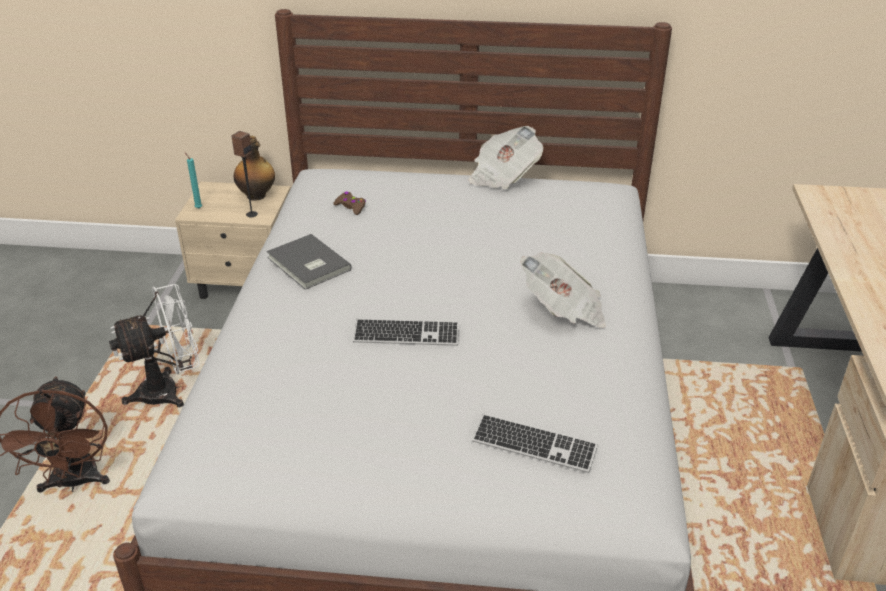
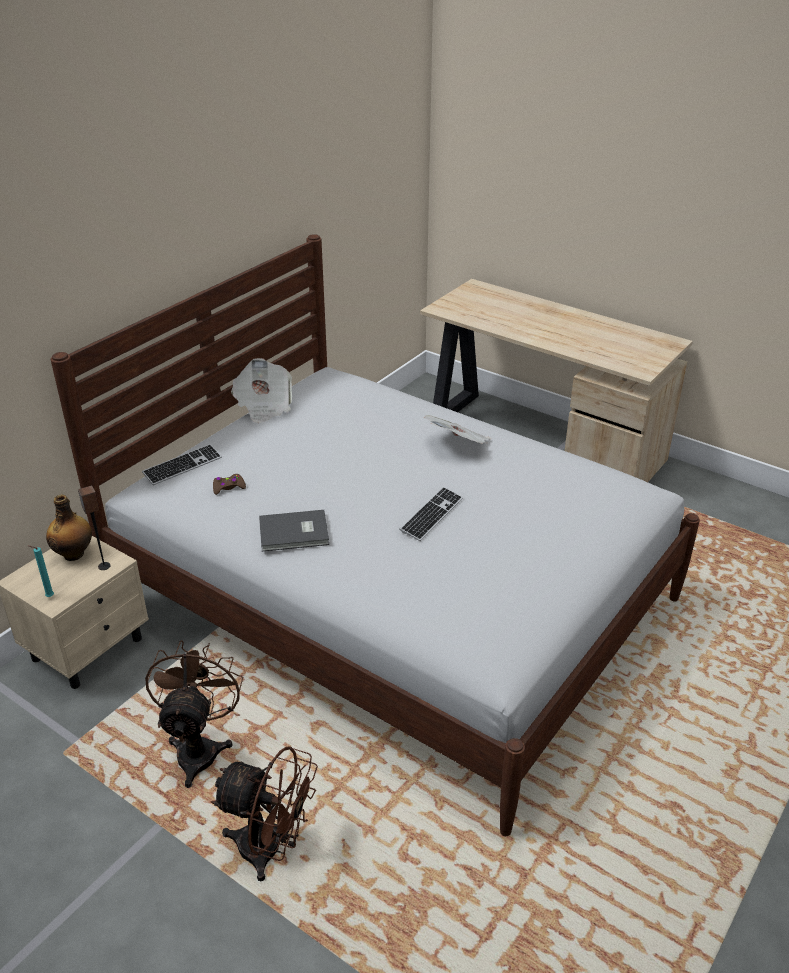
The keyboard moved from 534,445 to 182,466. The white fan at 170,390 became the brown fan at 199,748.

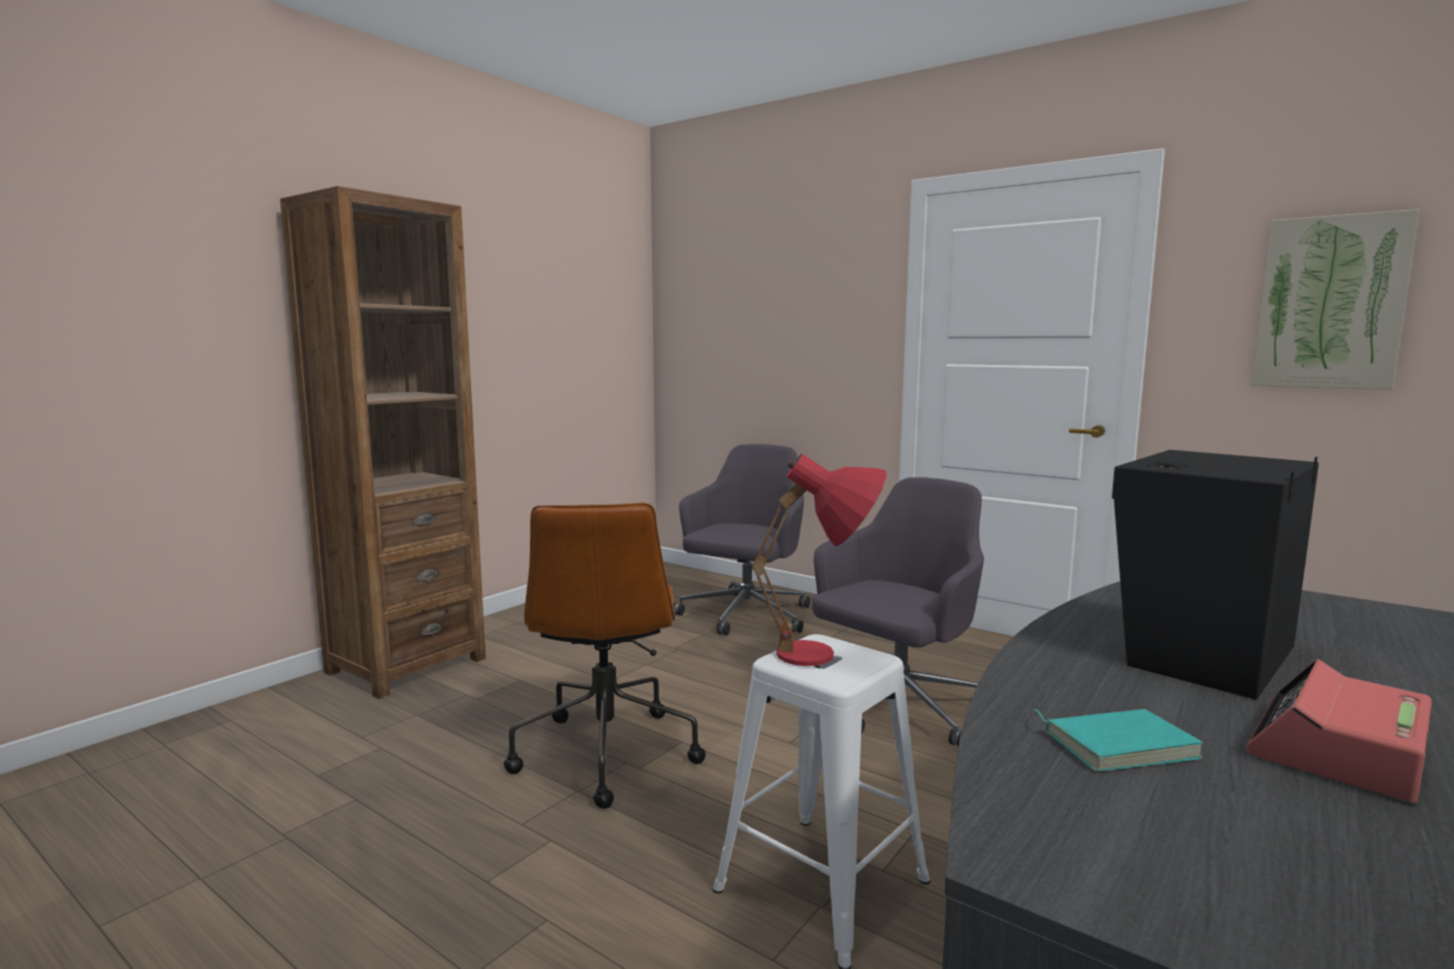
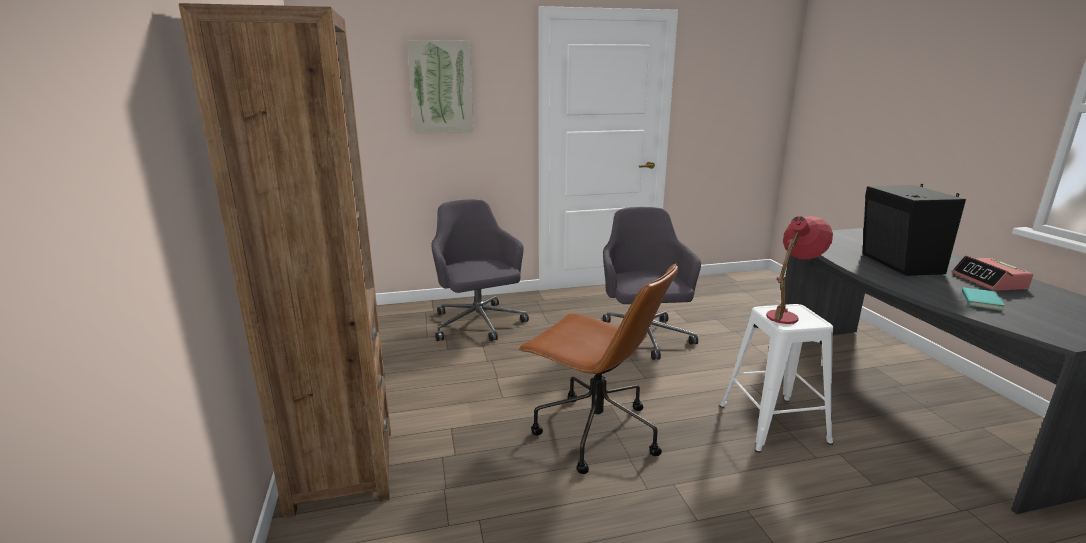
The picture moved from 1330,303 to 441,87.

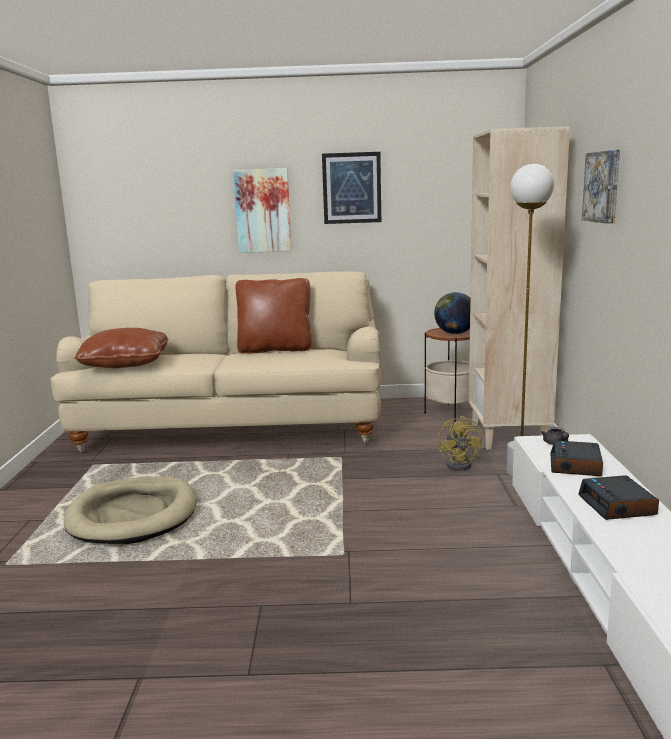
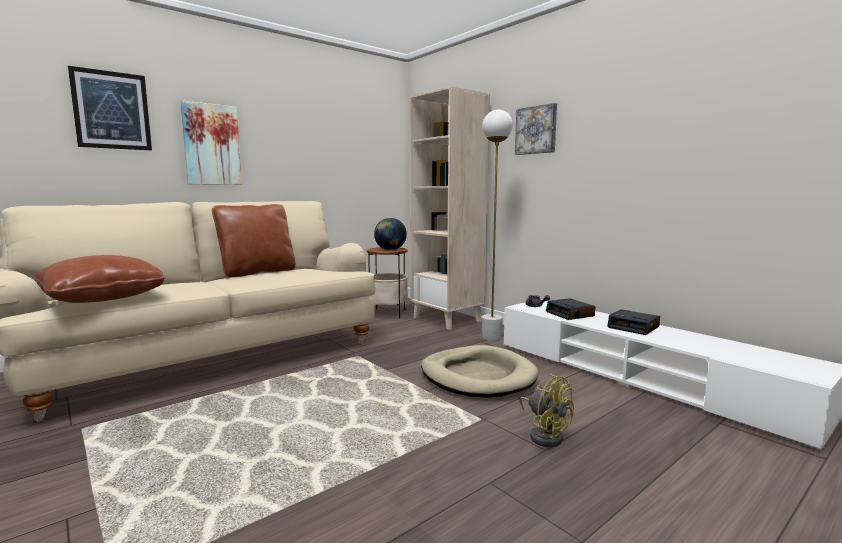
The picture moved from 351,188 to 111,110. The beige dog bed moved from 133,515 to 477,376. The yellow fan moved from 462,464 to 545,435.

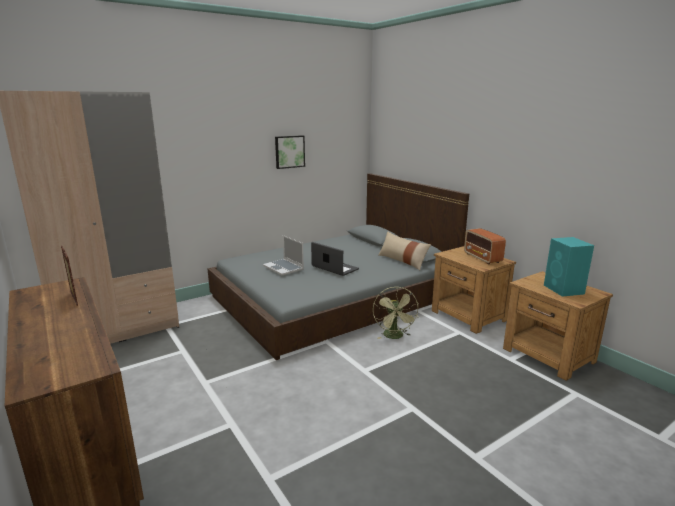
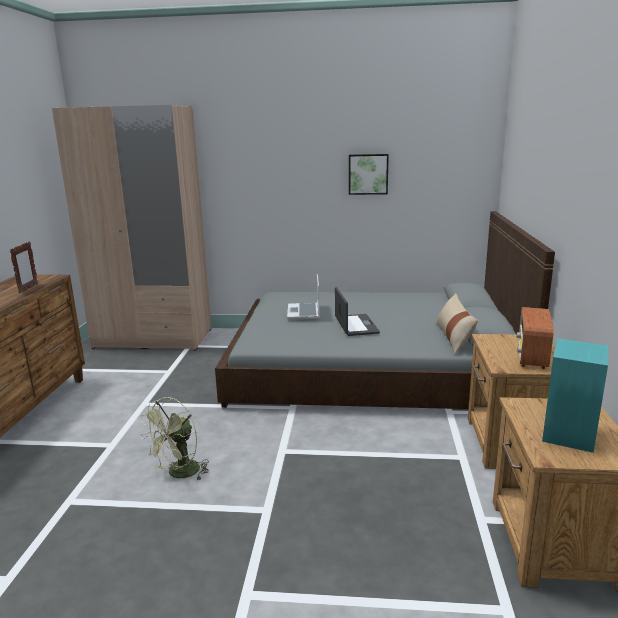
The green fan moved from 395,337 to 179,474.

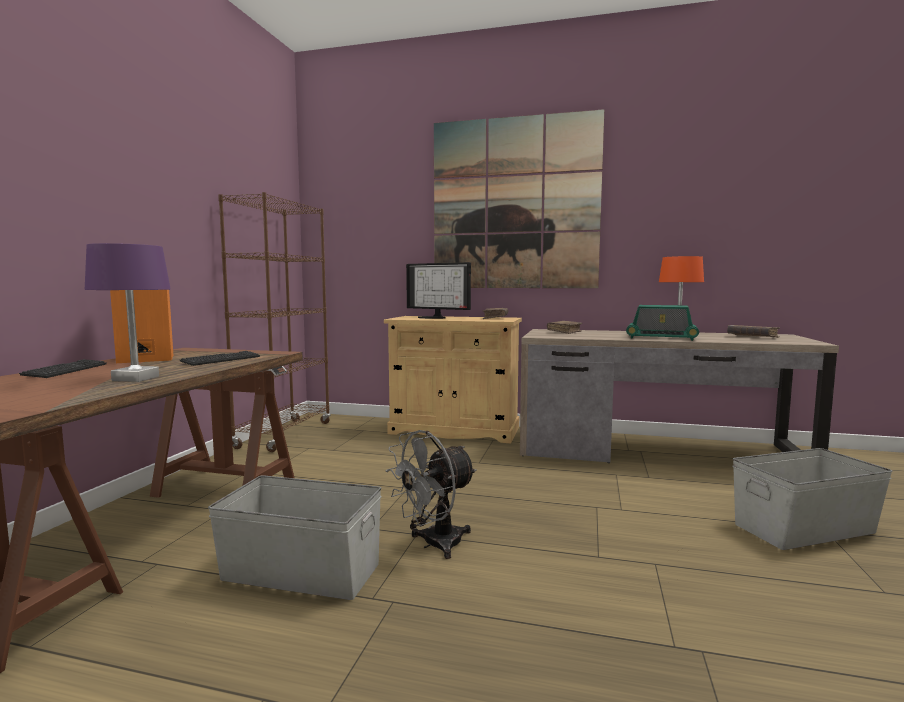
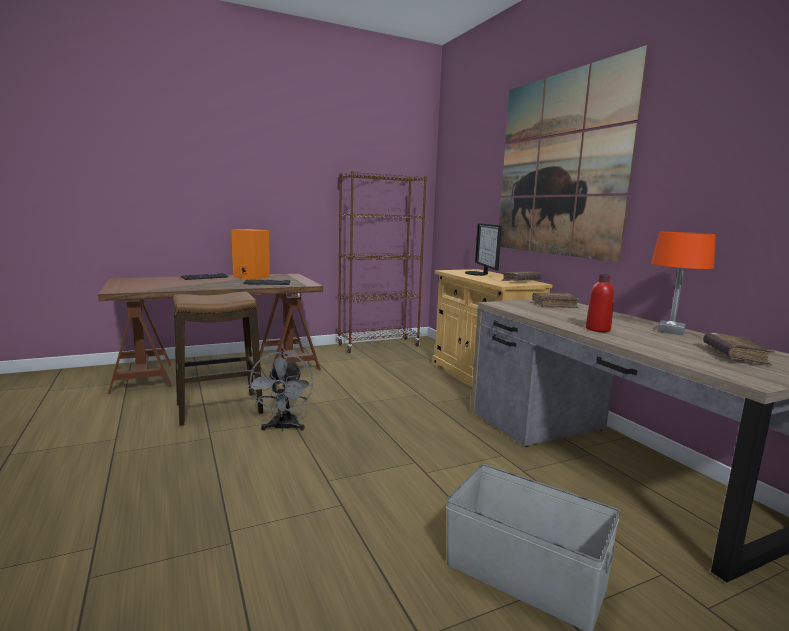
The grey storage box at 301,572 was replaced by the stool at 219,409. The grey fan at 434,544 turned 105 degrees counterclockwise. The radio at 661,338 was replaced by the red bottle at 598,329. The purple table lamp at 136,378 disappeared.

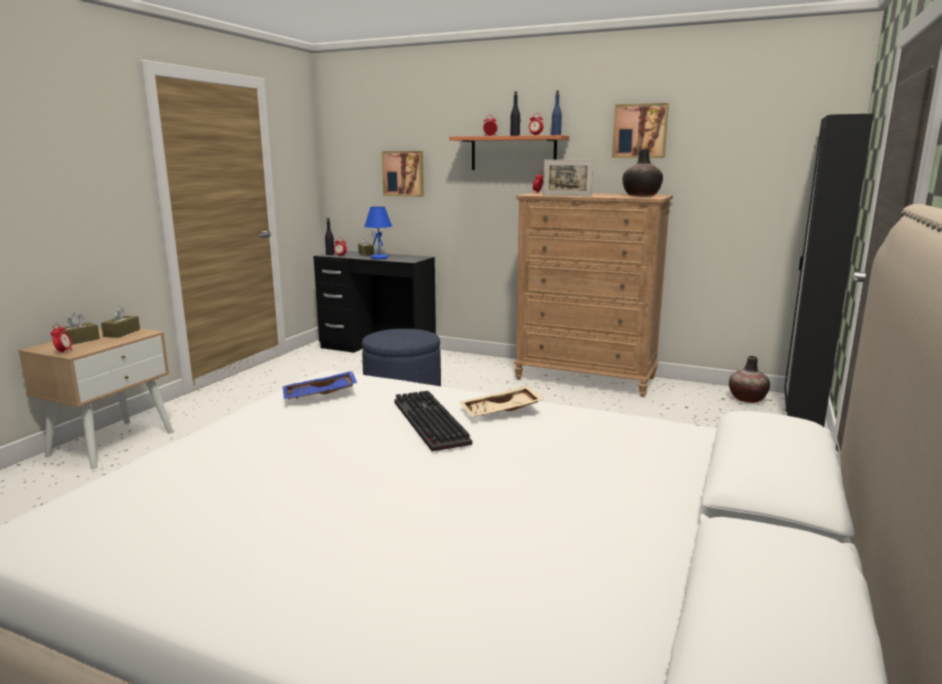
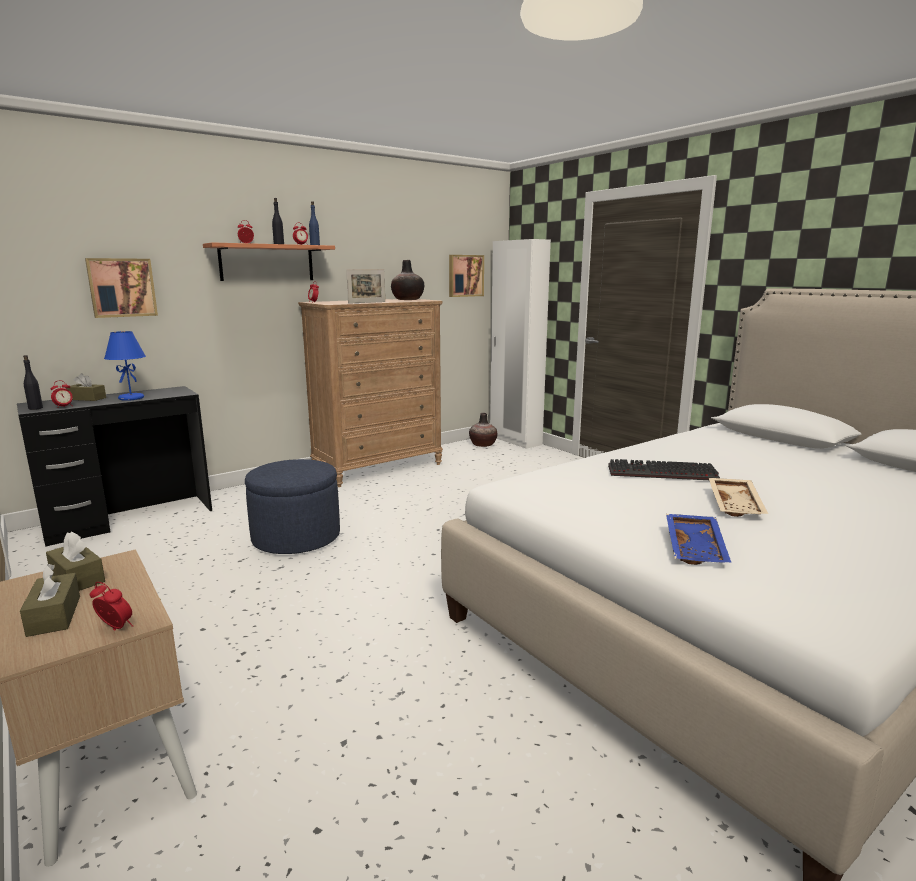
The picture moved from 640,131 to 465,275. The black wardrobe at 801,410 became the white wardrobe at 515,440. The blue tray moved from 320,395 to 696,548. The beige tray moved from 501,412 to 736,505.

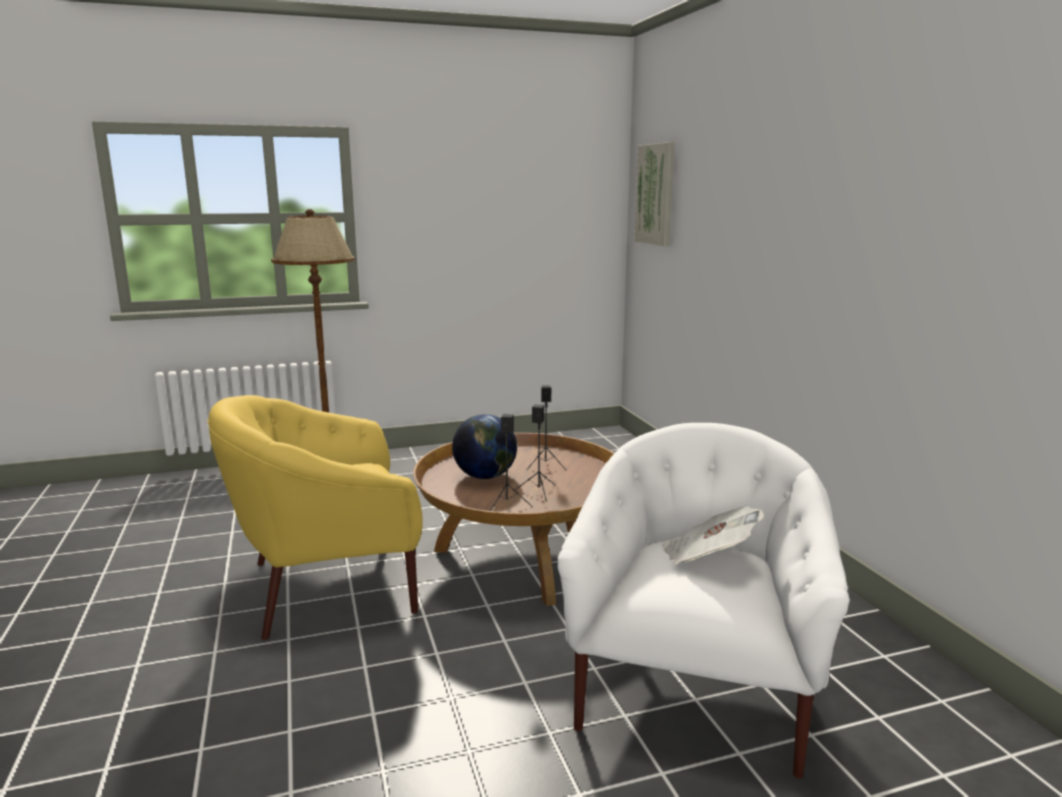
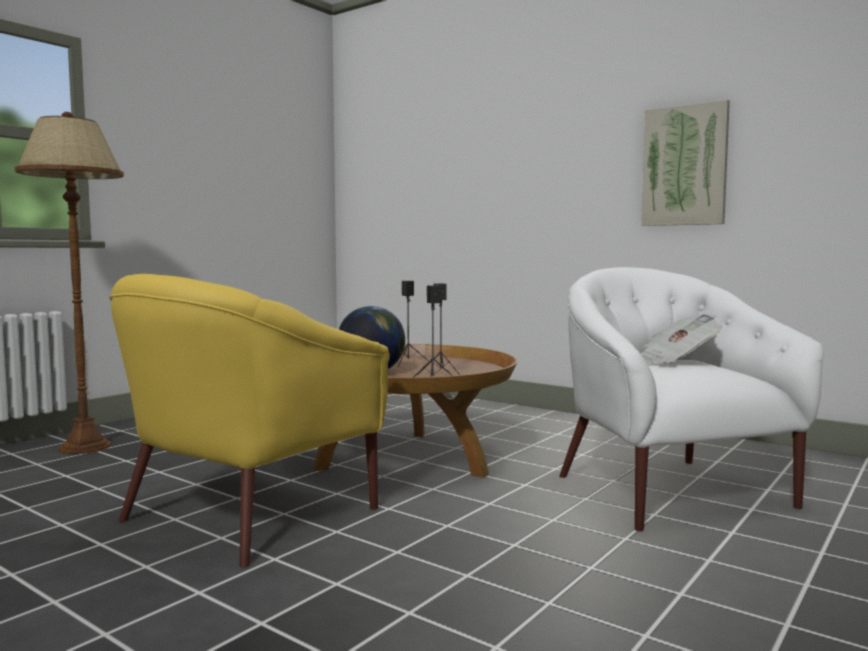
The picture moved from 656,194 to 684,166.

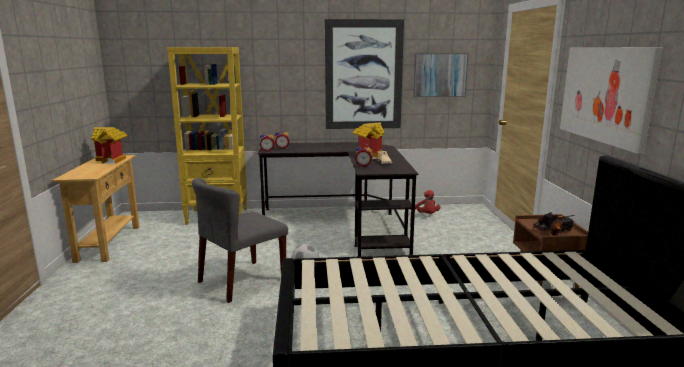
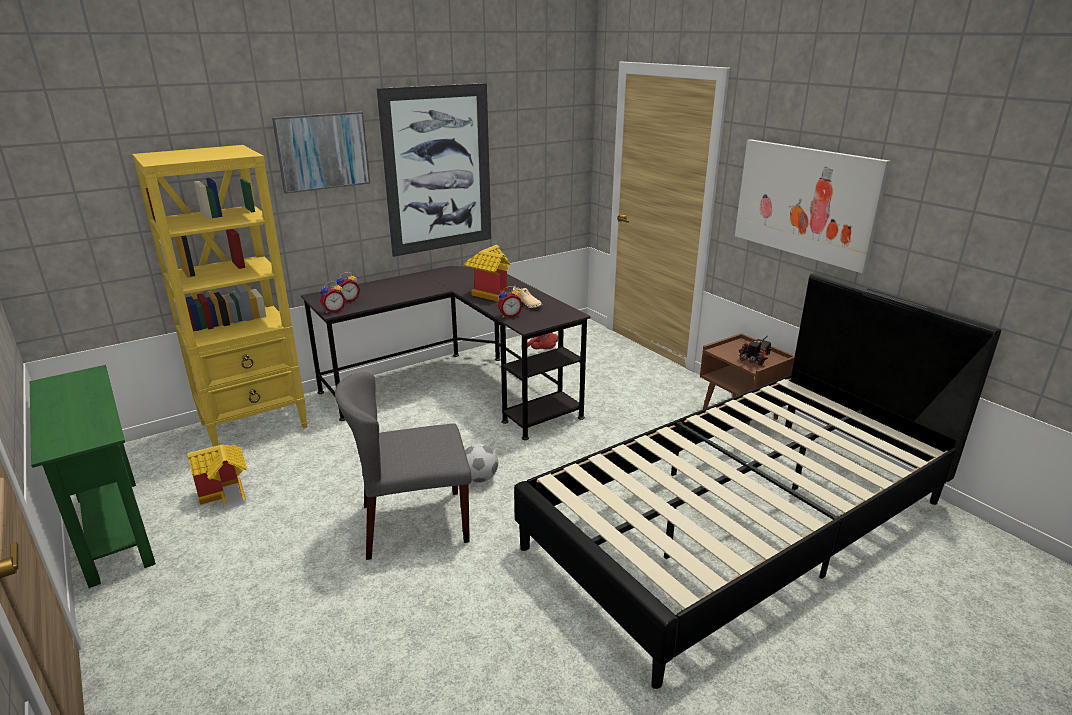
The beige console table at 109,243 became the green console table at 114,529. The toy house moved from 112,160 to 228,494. The picture moved from 440,75 to 322,151. The grey chair at 242,281 turned 60 degrees clockwise.

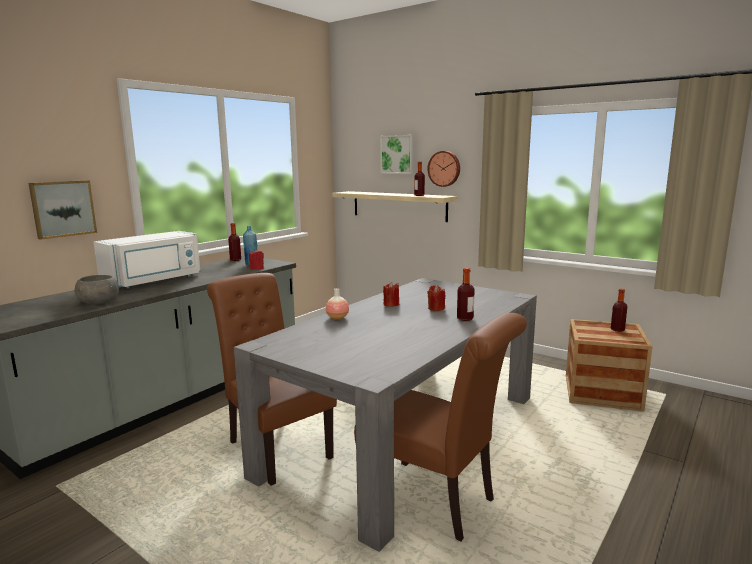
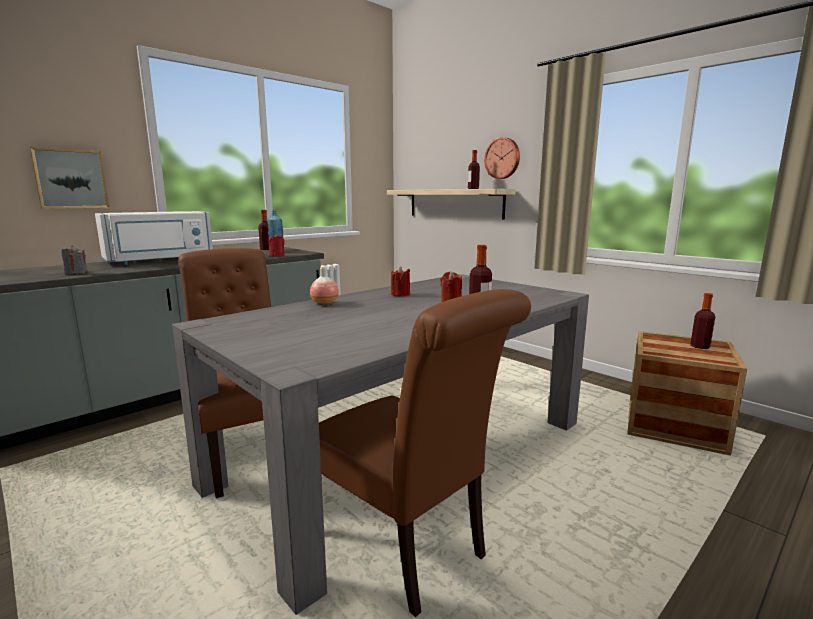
The grey bowl at 99,302 was replaced by the grey candle at 76,273. The picture at 398,154 disappeared.

